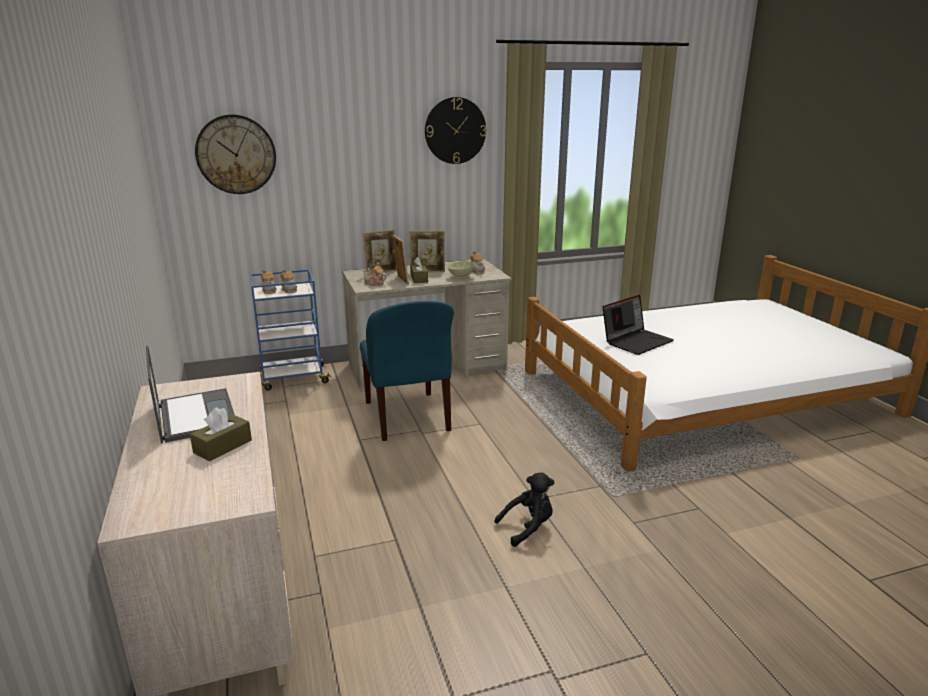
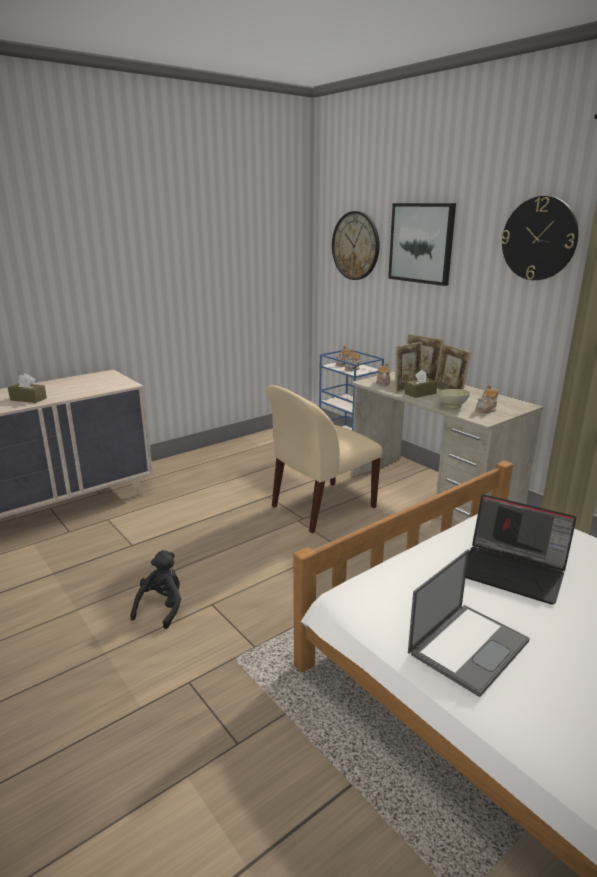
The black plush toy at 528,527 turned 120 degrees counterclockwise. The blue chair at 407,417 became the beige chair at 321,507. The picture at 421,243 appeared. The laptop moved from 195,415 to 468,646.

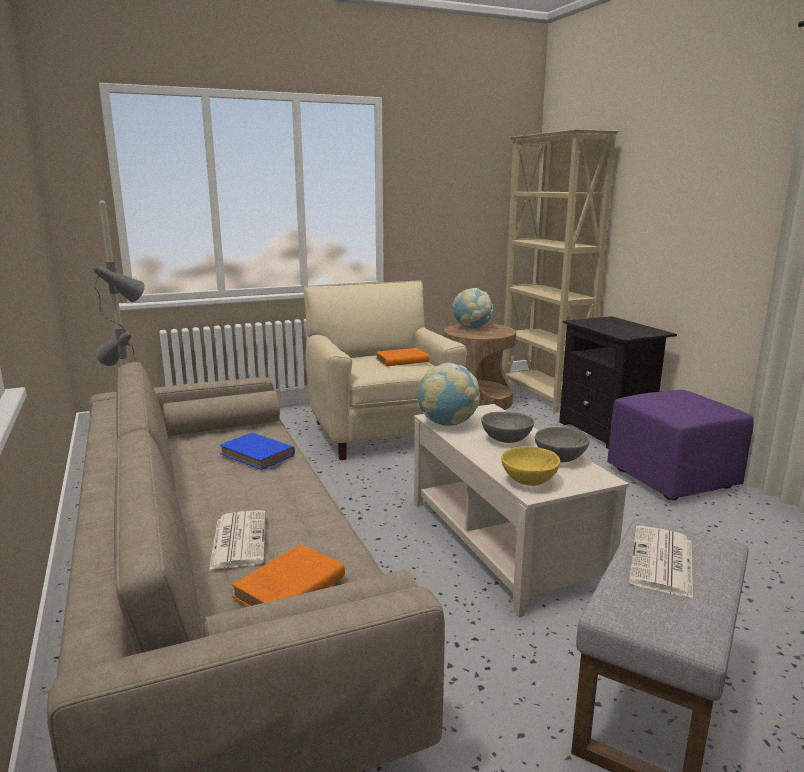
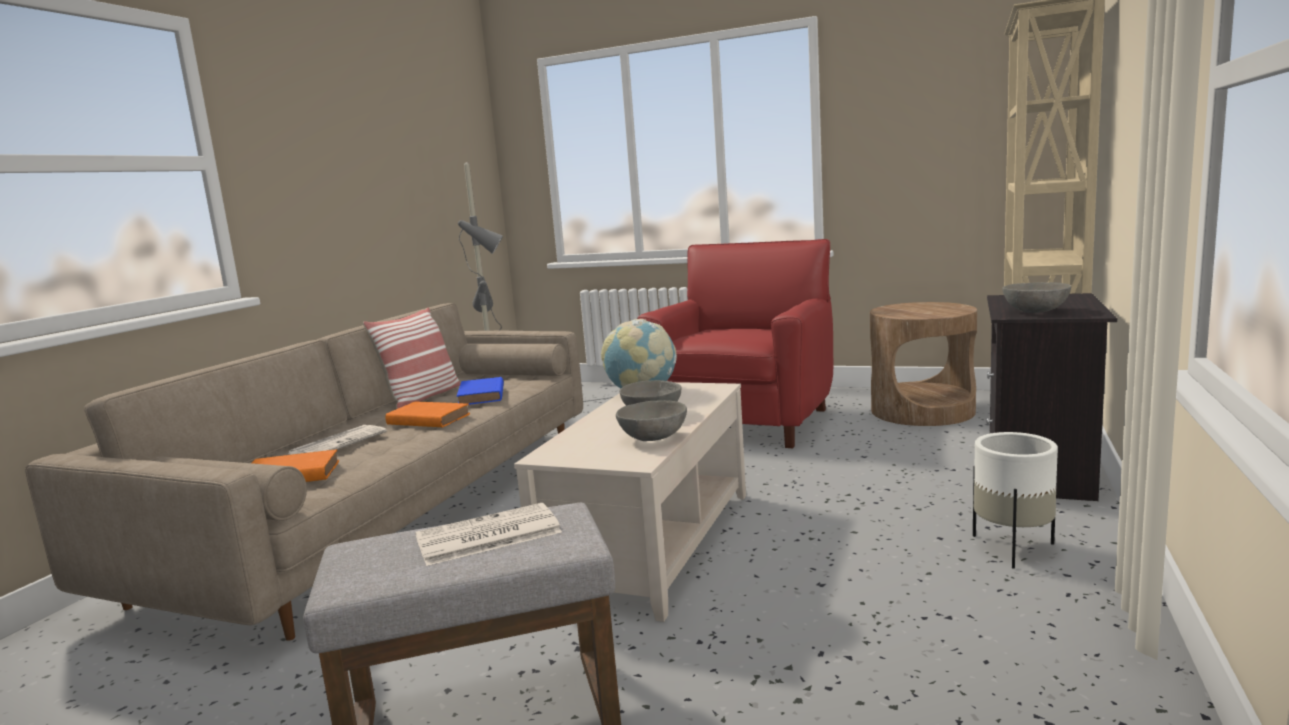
The pillow at 422,397 appeared. The orange book moved from 400,360 to 427,419. The beige armchair at 381,432 became the red armchair at 745,422. The purple ottoman at 670,478 was replaced by the white planter at 1012,548. The grey bowl at 1036,312 appeared. The globe at 472,328 disappeared. The yellow bowl at 529,481 disappeared.

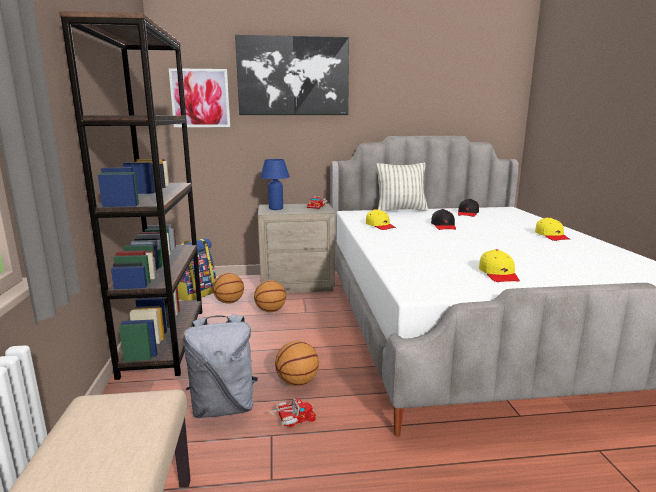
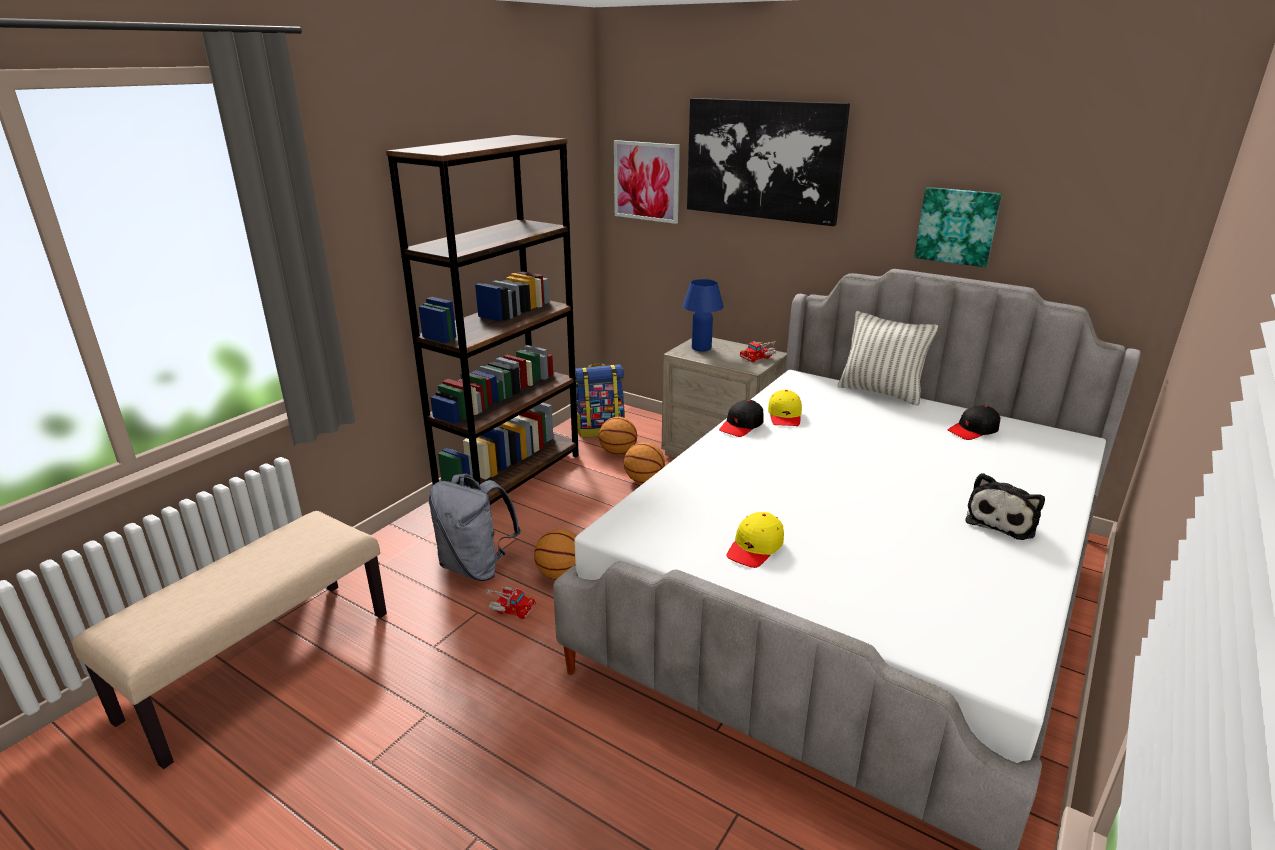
The black cap moved from 443,226 to 741,426. The picture at 957,226 appeared. The yellow cap at 551,236 was replaced by the plush toy at 1002,521.

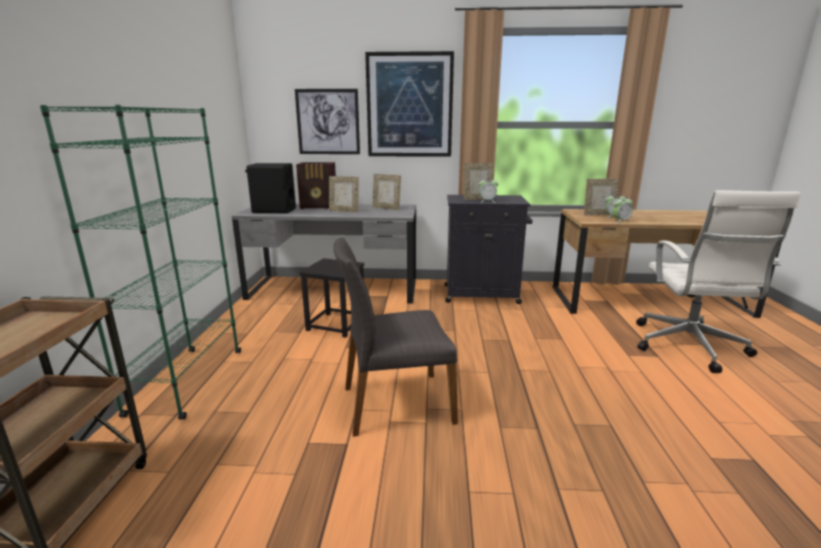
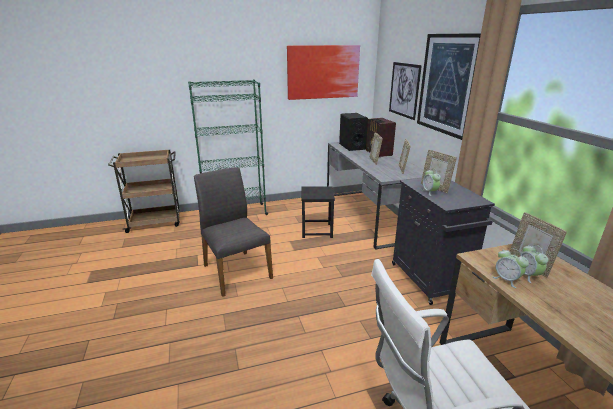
The picture at 323,72 appeared.

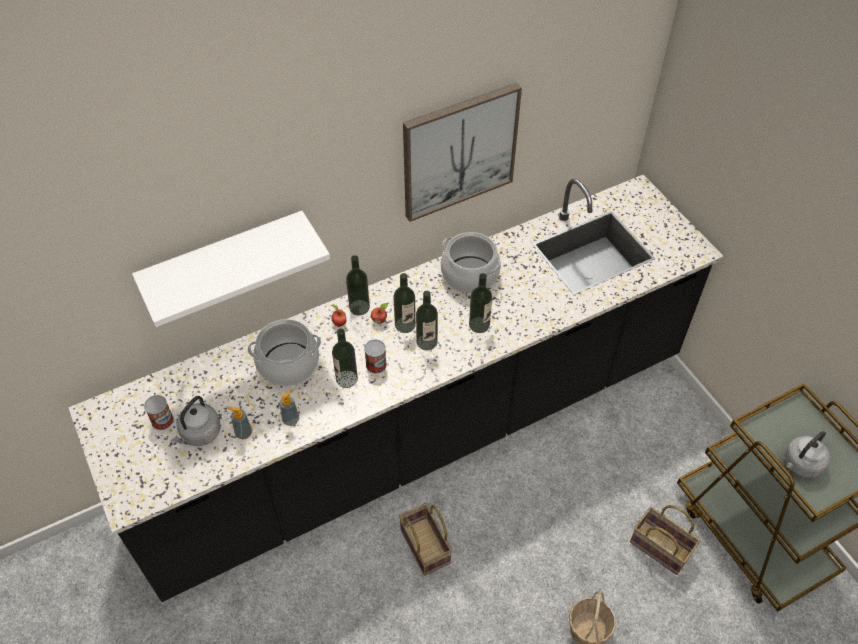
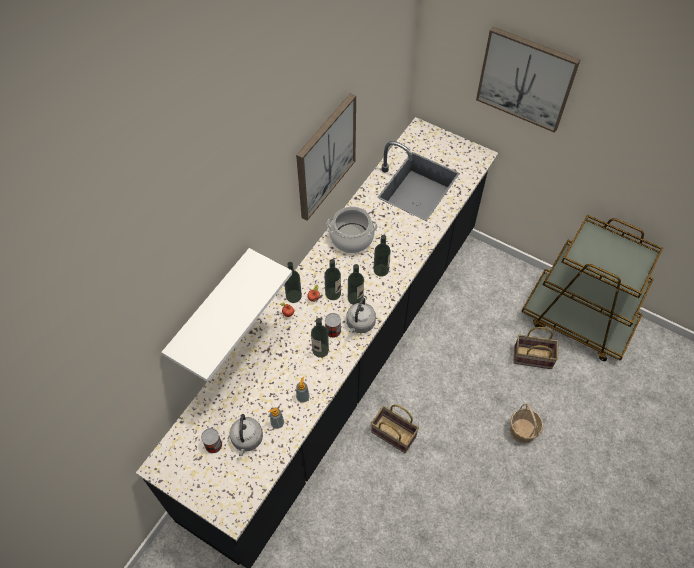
The grey kettle moved from 800,464 to 360,324. The picture at 526,79 appeared. The cooking pot at 288,364 disappeared.

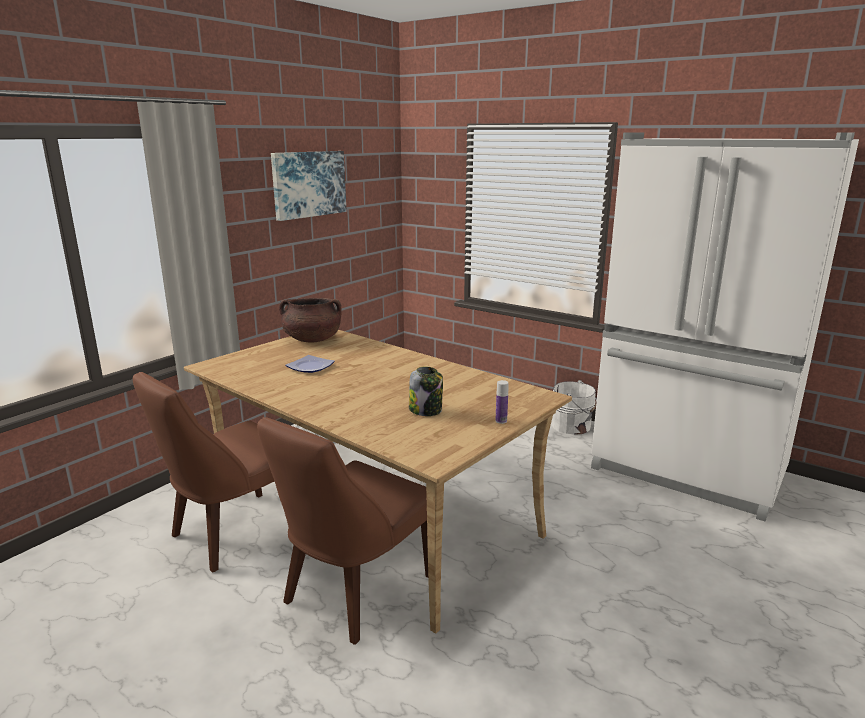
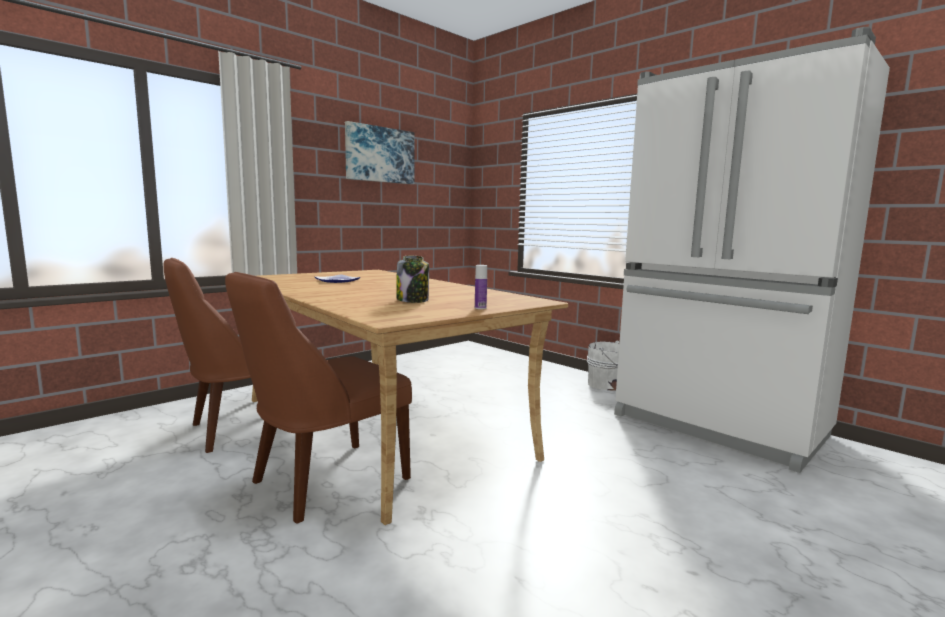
The brown cooking pot at 312,340 disappeared.

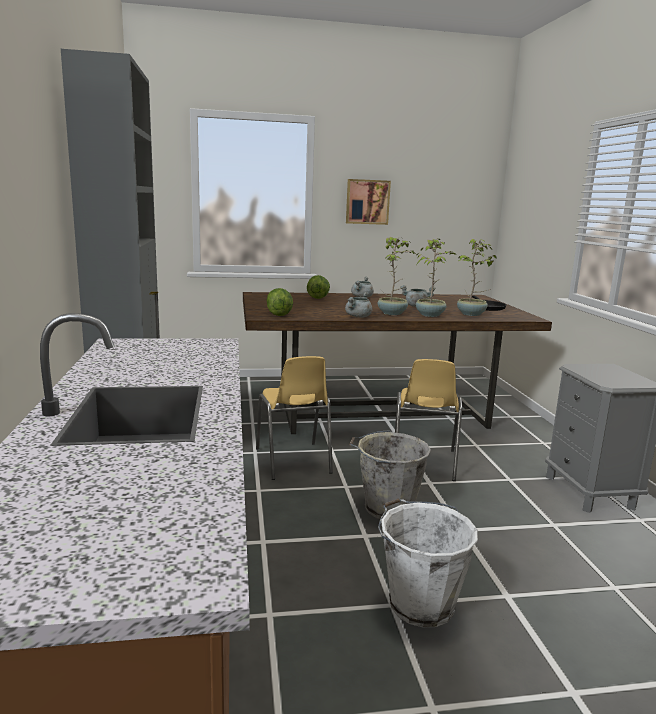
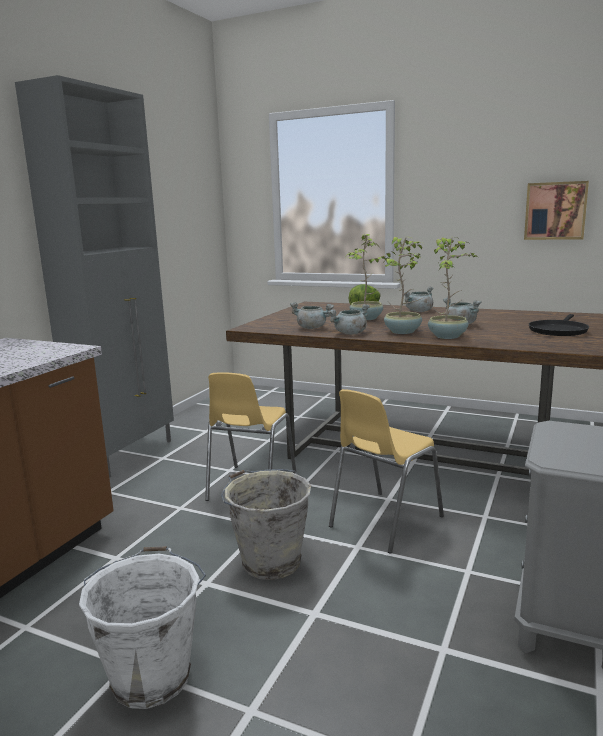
The grey cooking pot at 312,328 appeared. The potted plant moved from 471,314 to 366,318. The picture moved from 367,202 to 555,211. The lettuce at 279,314 disappeared.

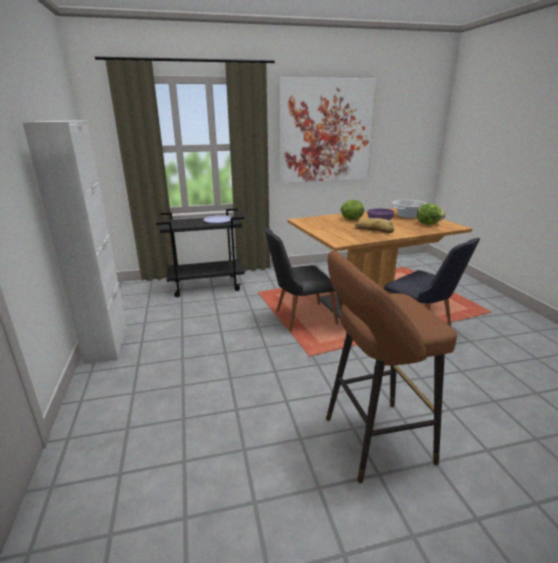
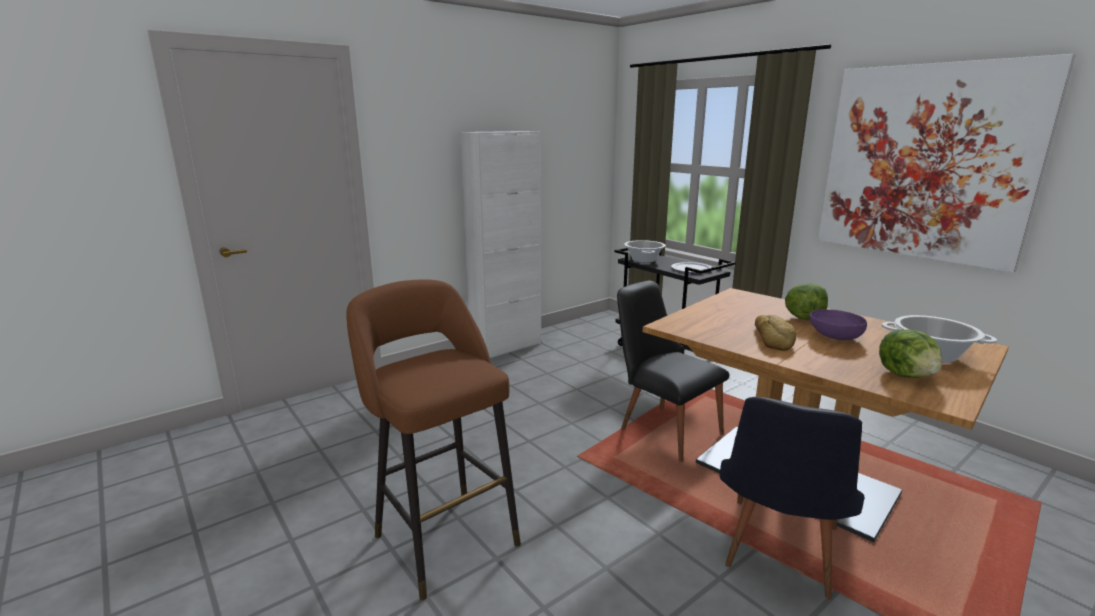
The cooking pot at 644,260 appeared.

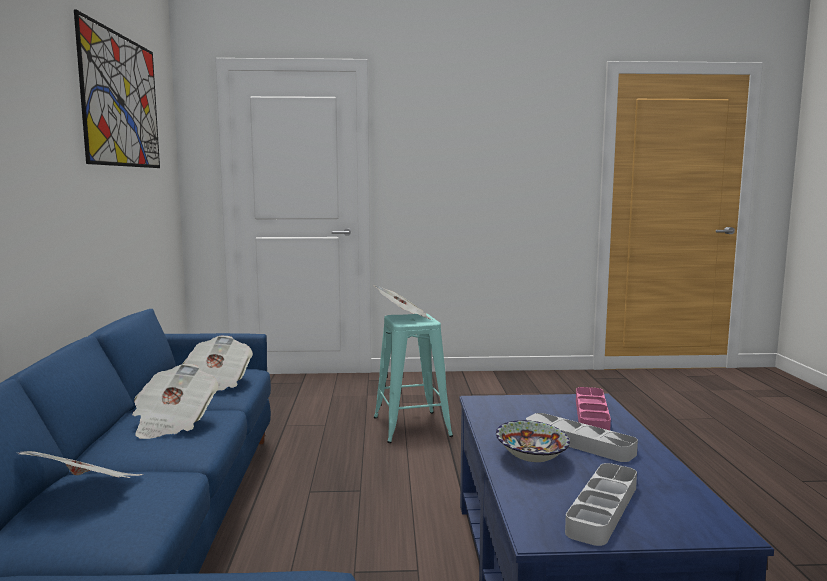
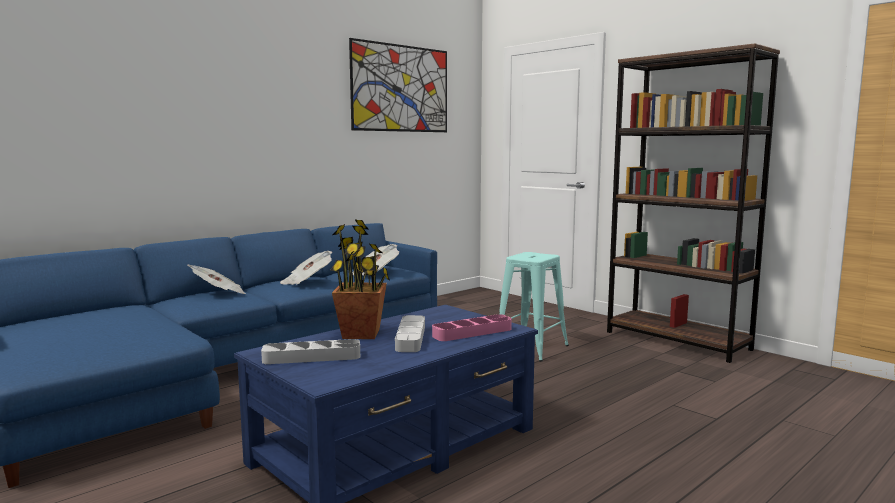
The bowl at 530,459 was replaced by the potted plant at 361,334. The brown bookcase at 677,340 appeared. The newspaper at 403,318 disappeared.

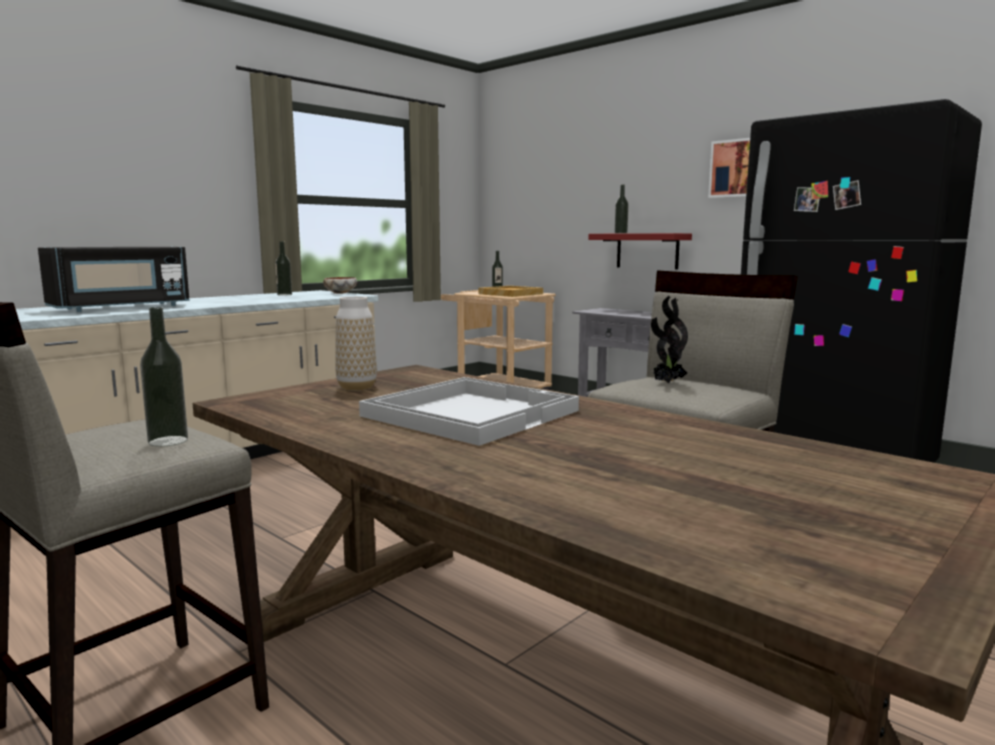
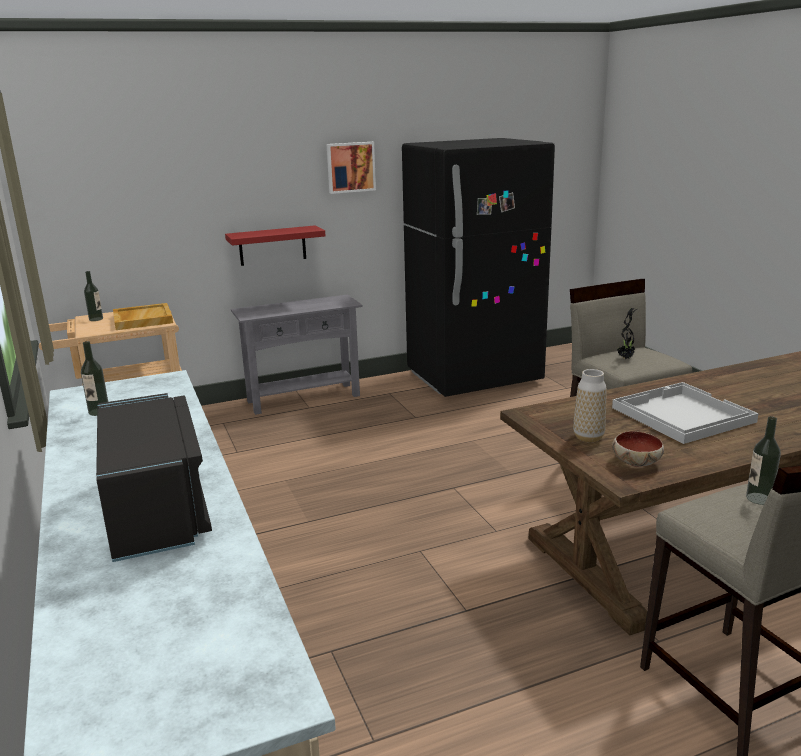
The bowl moved from 341,293 to 635,462. The bottle at 621,233 disappeared.

